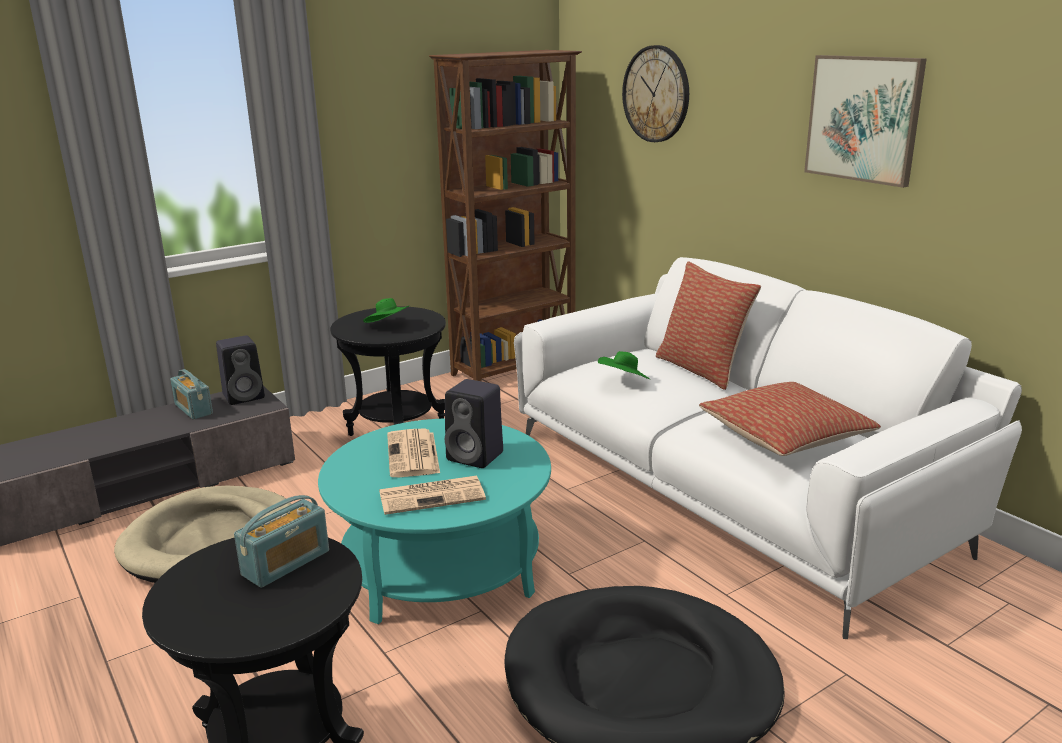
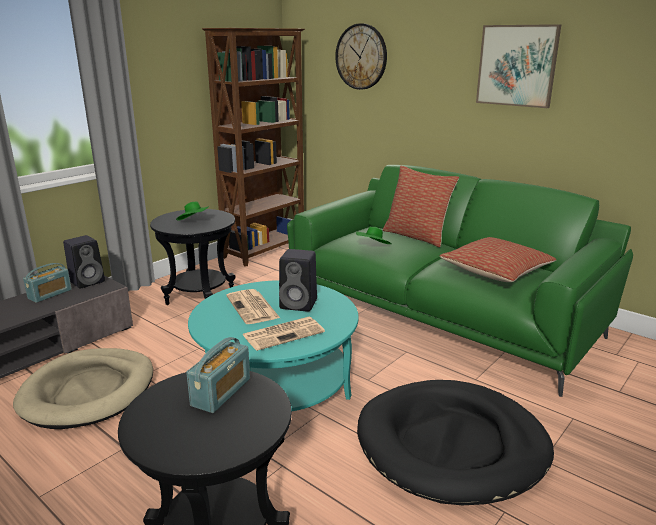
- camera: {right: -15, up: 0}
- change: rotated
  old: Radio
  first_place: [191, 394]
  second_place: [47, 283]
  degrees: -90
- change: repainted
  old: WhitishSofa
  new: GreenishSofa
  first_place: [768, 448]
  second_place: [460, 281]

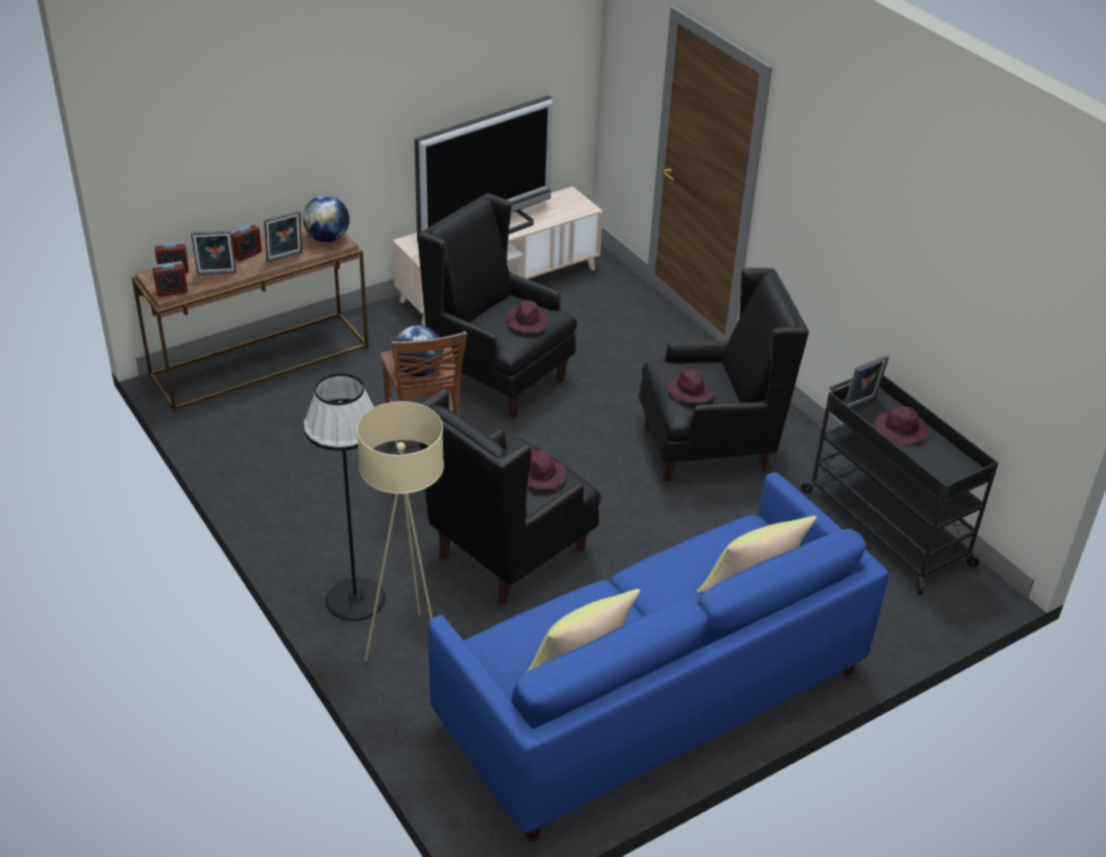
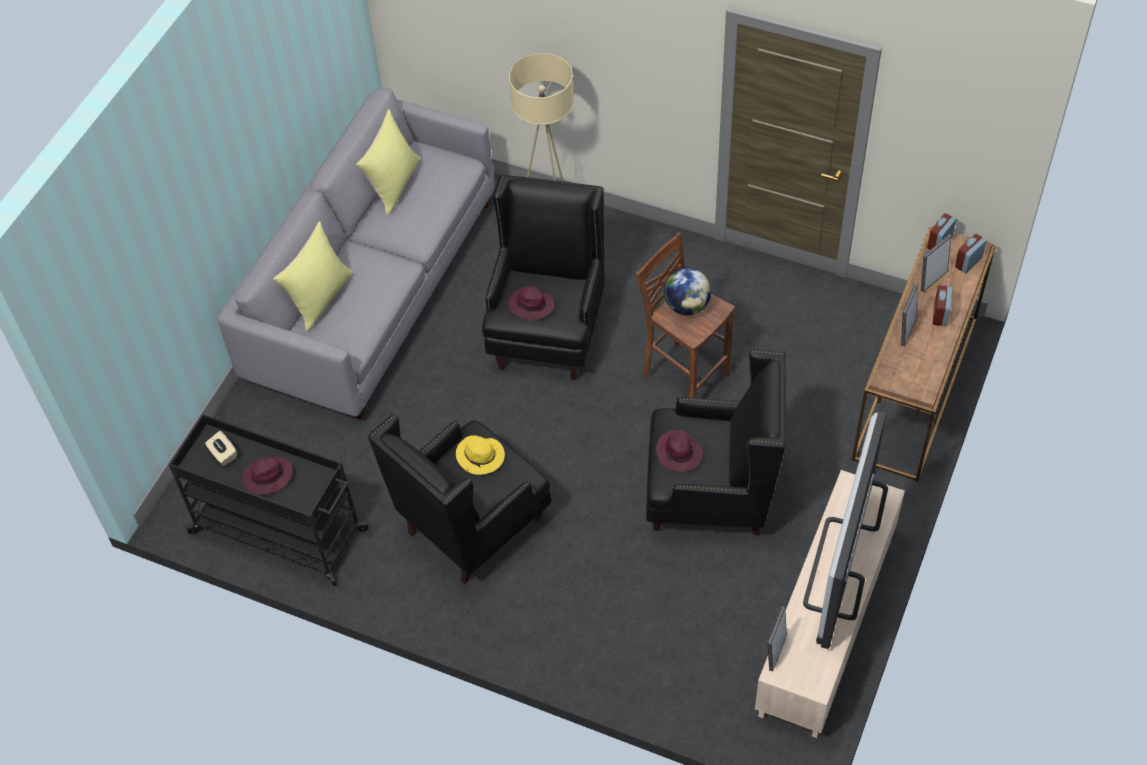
- camera: {right: 150, up: 15}
- change: new
  new: BeigeColouredBoxOfTissues
  second_place: [221, 448]
- change: repainted
  old: BluishSofa
  new: GreySofa
  first_place: [658, 656]
  second_place: [356, 254]
- change: repainted
  old: PurplishHat
  new: YellowishHat
  first_place: [690, 386]
  second_place: [480, 455]
- change: shifted
  old: StandingFrame
  first_place: [867, 381]
  second_place: [777, 639]
- change: gone
  old: WorldGlobe
  first_place: [326, 219]
- change: gone
  old: BlackColouredFloorLamp
  first_place: [344, 497]

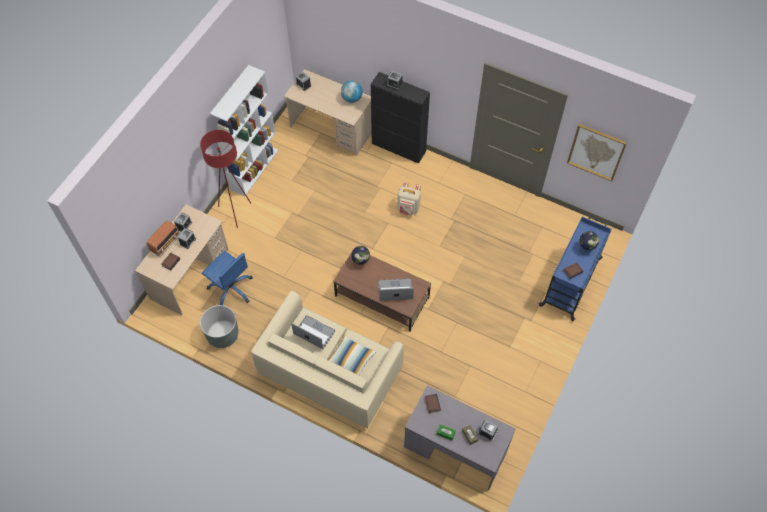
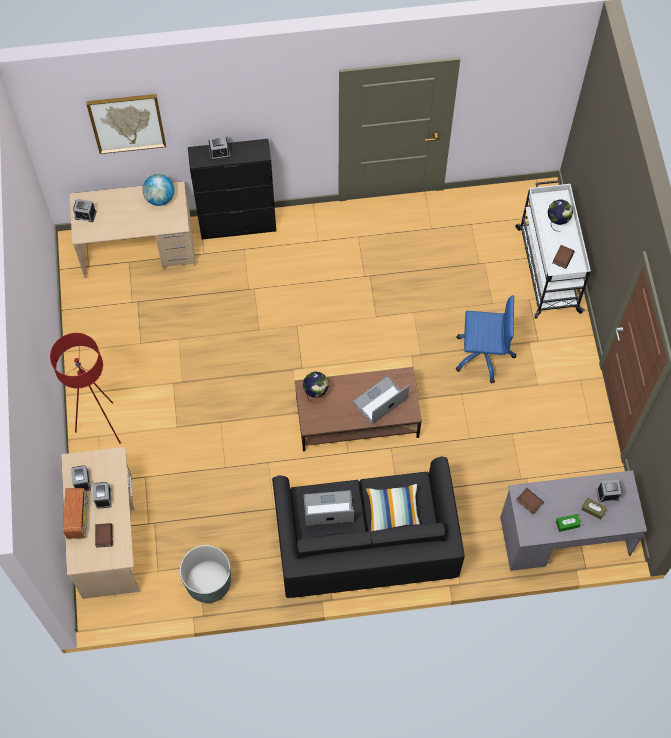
- camera: {right: -35, up: 5}
- change: shifted
  old: WallPicture
  first_place: [597, 152]
  second_place: [126, 124]
- change: repainted
  old: BeigeColouredSofa
  new: BlackColouredSofa
  first_place: [327, 360]
  second_place: [368, 527]
- change: shifted
  old: BluishDeskChair
  first_place: [227, 278]
  second_place: [485, 339]
- change: repainted
  old: BluishTrolley
  new: WhitishTrolley
  first_place: [575, 269]
  second_place: [553, 249]
- change: gone
  old: WhitishBookshelf
  first_place: [244, 130]
- change: gone
  old: BeigeColouredKnapsack
  first_place: [409, 199]

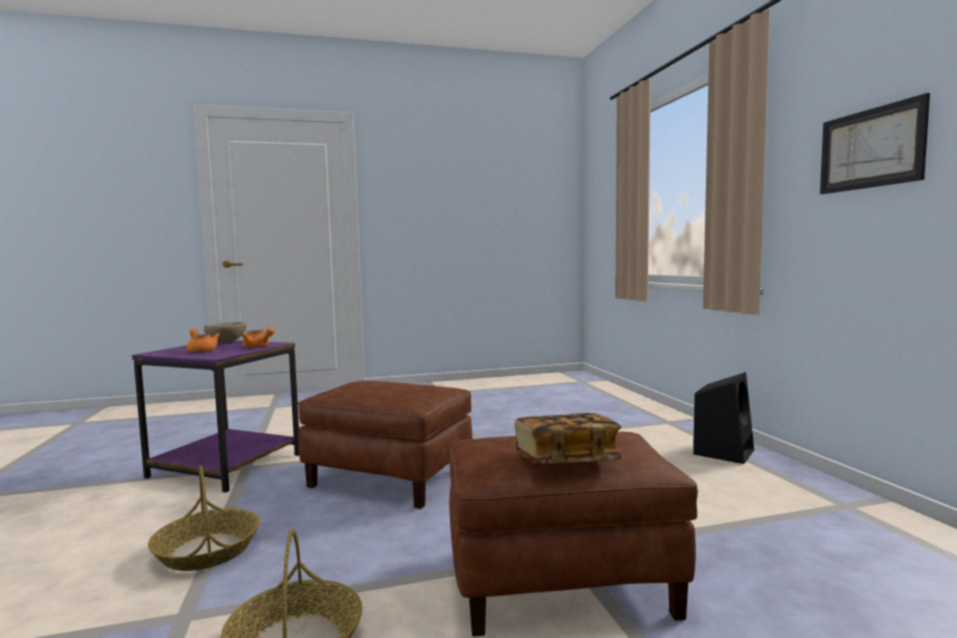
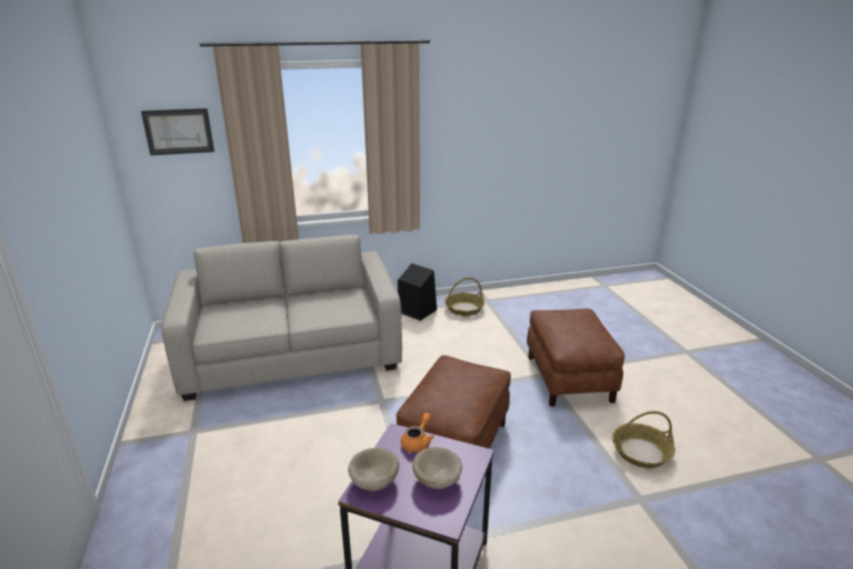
- camera: {right: -90, up: 20}
- change: shifted
  old: WallPicture
  first_place: [875, 143]
  second_place: [177, 132]
- change: new
  new: BeigeColouredSofa
  second_place: [282, 318]
- change: swapped
  old: OrangeTeaPot
  new: BeigeColouredBowl
  first_place: [203, 340]
  second_place: [437, 468]
- change: shifted
  old: Basket
  first_place: [204, 518]
  second_place: [465, 296]
- change: gone
  old: Book
  first_place: [567, 438]

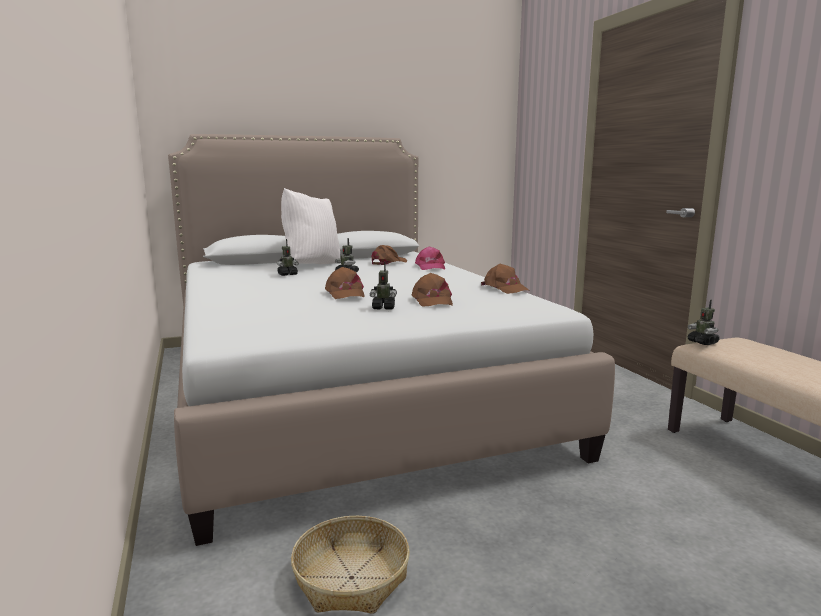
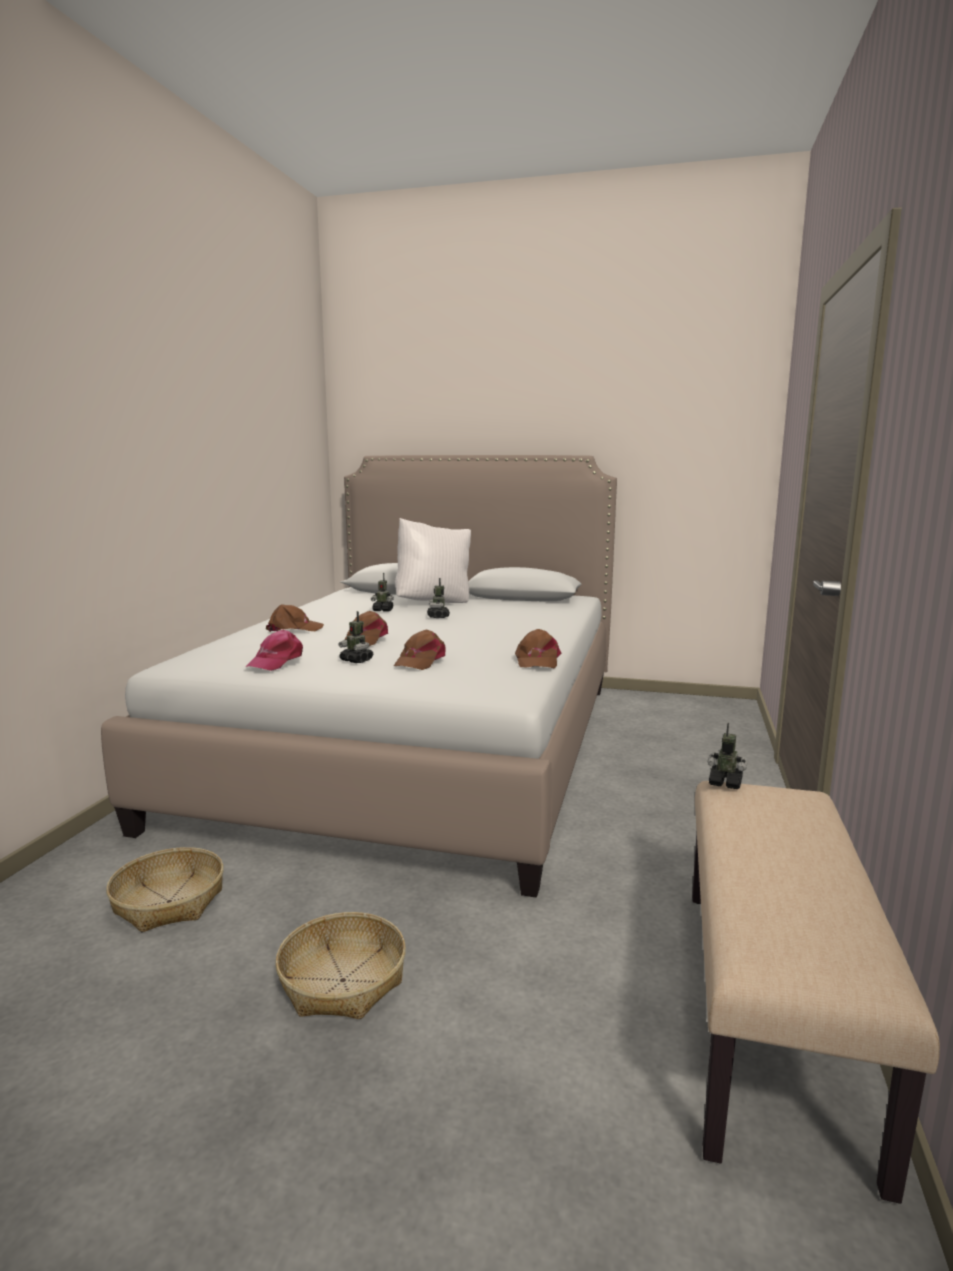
- camera: {right: 35, up: 0}
- change: shifted
  old: PinkBaseballCap
  first_place: [430, 258]
  second_place: [274, 650]
- change: shifted
  old: BrownishBaseballCap
  first_place: [389, 255]
  second_place: [295, 618]
- change: new
  new: Basket
  second_place: [340, 965]
- change: rotated
  old: RobotFigure
  first_place: [704, 322]
  second_place: [727, 756]
  degrees: 105

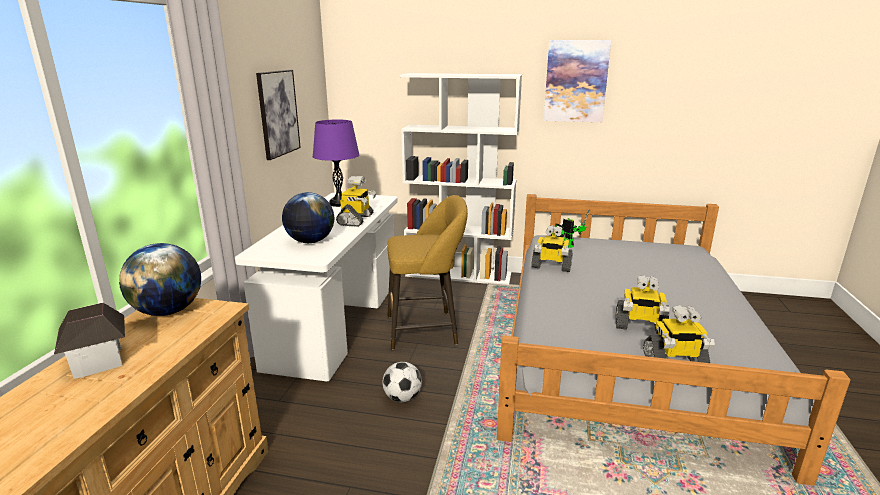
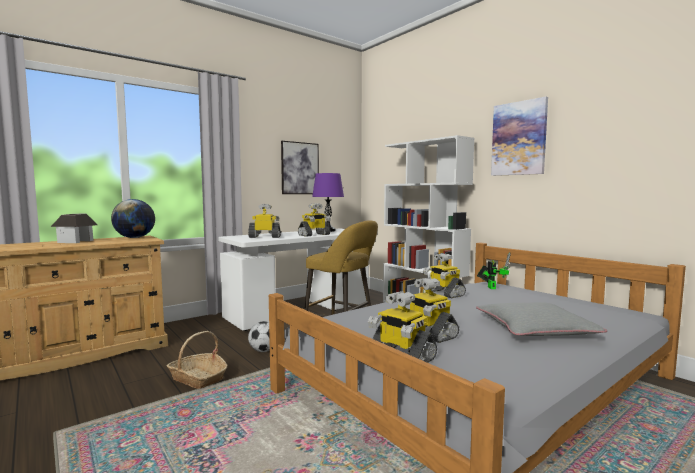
- camera: {right: 40, up: -15}
- change: new
  new: Basket
  second_place: [197, 360]
- change: swapped
  old: WorldGlobe
  new: RobotFigure
  first_place: [308, 217]
  second_place: [264, 221]
- change: new
  new: GreyCushion
  second_place: [541, 319]

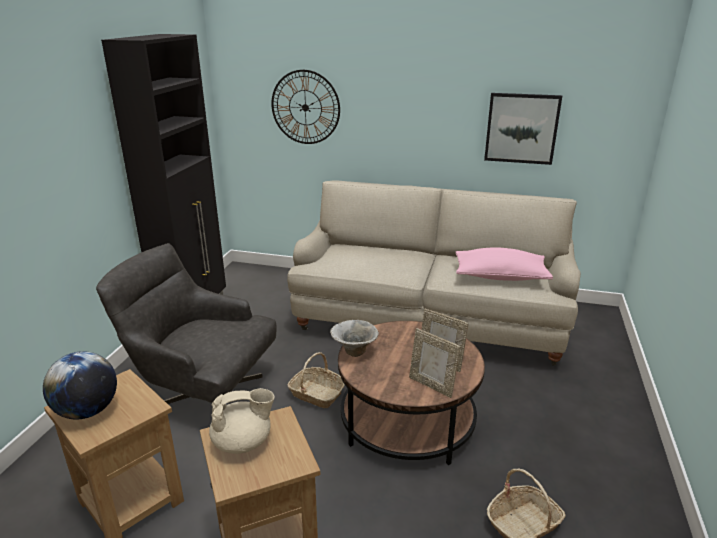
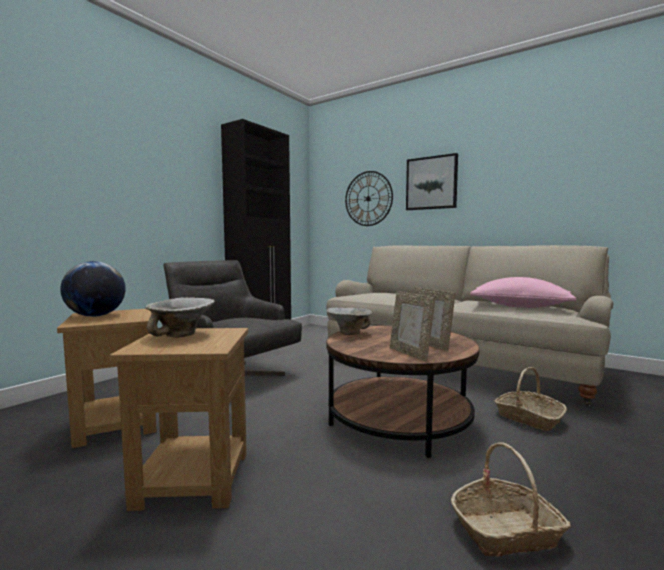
- camera: {right: 20, up: -20}
- change: swapped
  old: BeigeColouredTeaPot
  new: Bowl
  first_place: [241, 421]
  second_place: [180, 317]
- change: shifted
  old: WallPicture
  first_place: [523, 129]
  second_place: [432, 181]
- change: shifted
  old: Basket
  first_place: [316, 380]
  second_place: [531, 399]

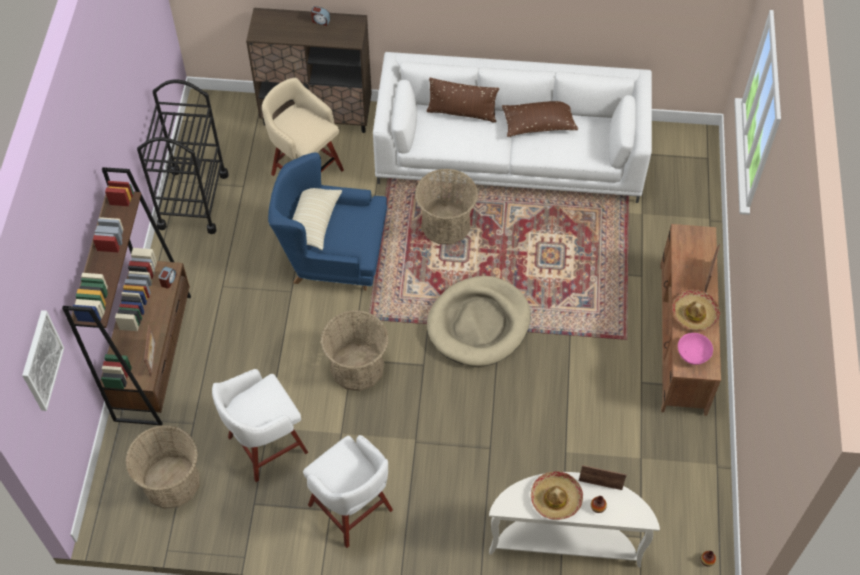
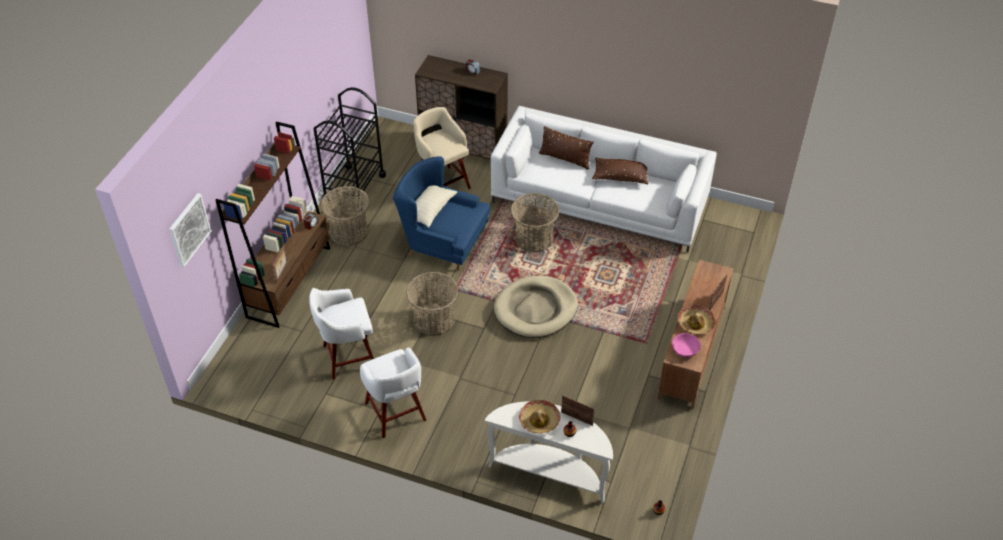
- camera: {right: 15, up: -10}
- change: shifted
  old: Basket
  first_place: [163, 467]
  second_place: [345, 216]

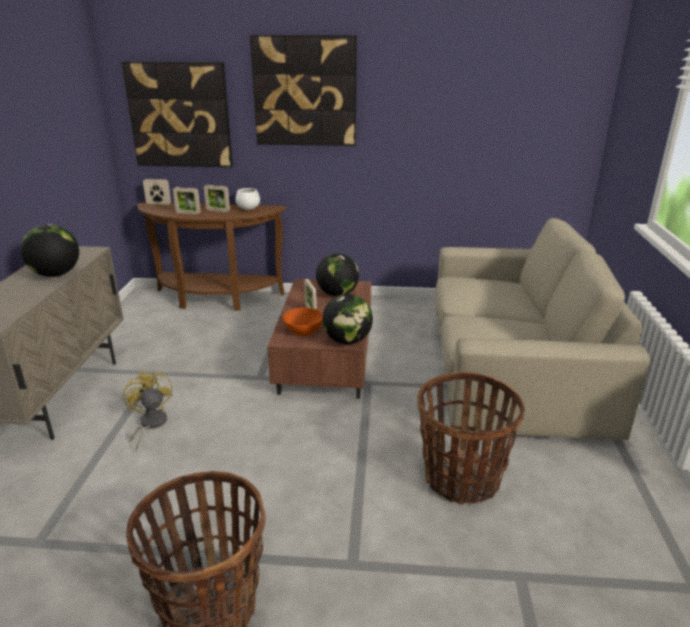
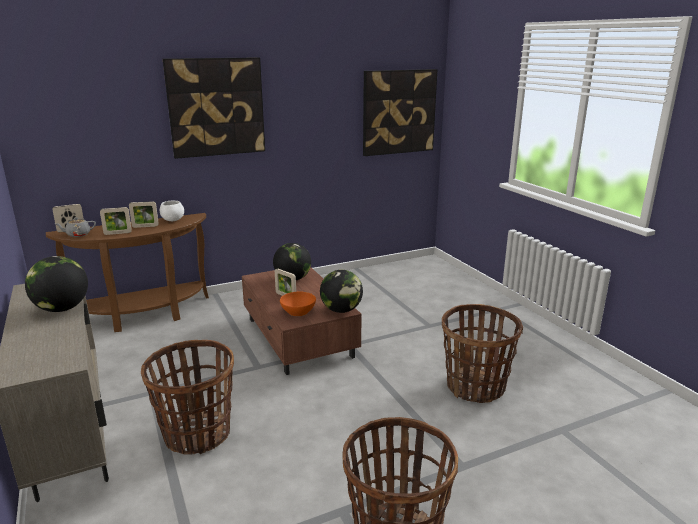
- camera: {right: -30, up: -5}
- change: new
  new: GreyTeaPot
  second_place: [76, 227]
- change: swapped
  old: YellowishCoolingFan
  new: Basket
  first_place: [148, 410]
  second_place: [187, 397]
- change: shifted
  old: WallPicture
  first_place: [177, 114]
  second_place: [400, 112]
- change: gone
  old: BeigeColouredSofa
  first_place: [542, 329]

